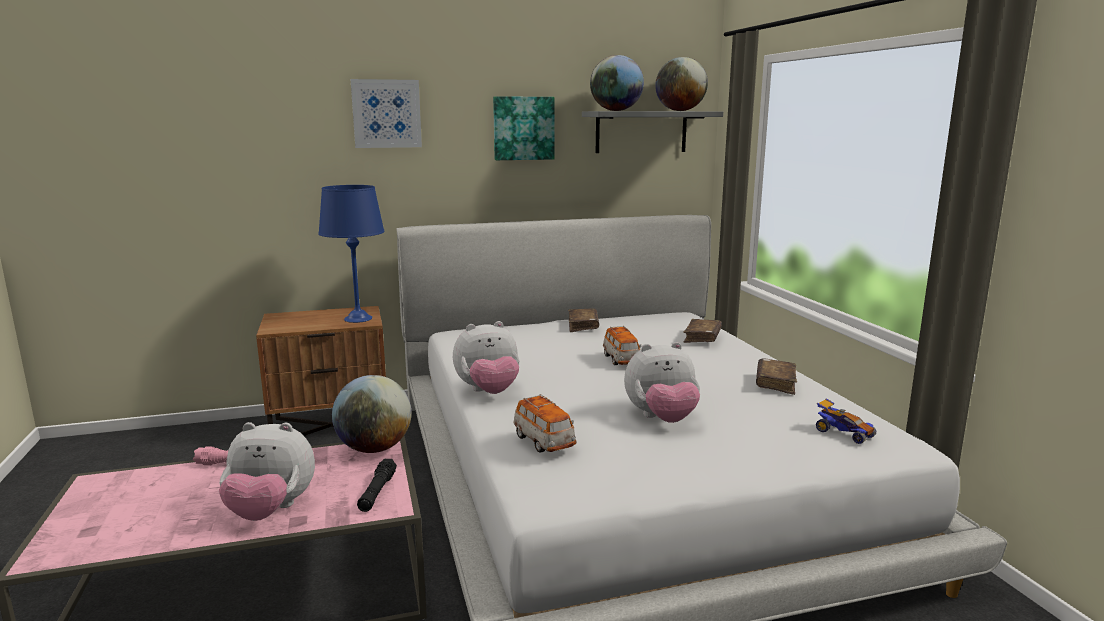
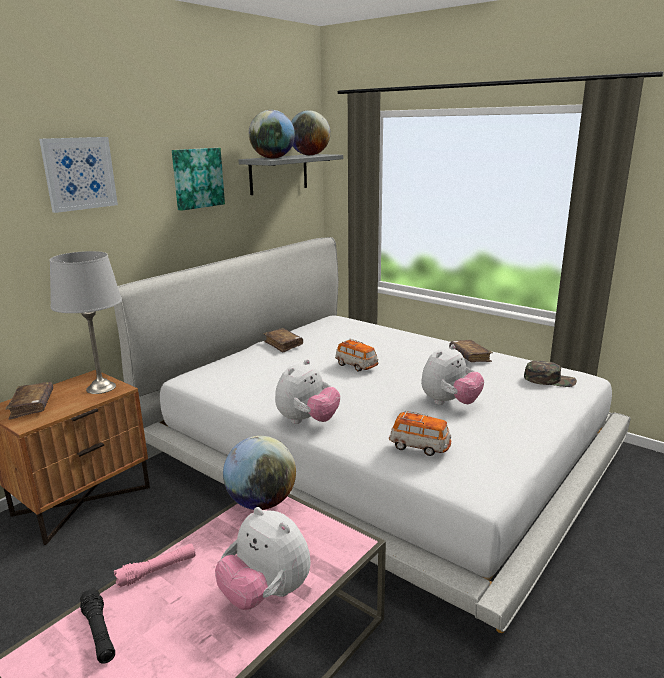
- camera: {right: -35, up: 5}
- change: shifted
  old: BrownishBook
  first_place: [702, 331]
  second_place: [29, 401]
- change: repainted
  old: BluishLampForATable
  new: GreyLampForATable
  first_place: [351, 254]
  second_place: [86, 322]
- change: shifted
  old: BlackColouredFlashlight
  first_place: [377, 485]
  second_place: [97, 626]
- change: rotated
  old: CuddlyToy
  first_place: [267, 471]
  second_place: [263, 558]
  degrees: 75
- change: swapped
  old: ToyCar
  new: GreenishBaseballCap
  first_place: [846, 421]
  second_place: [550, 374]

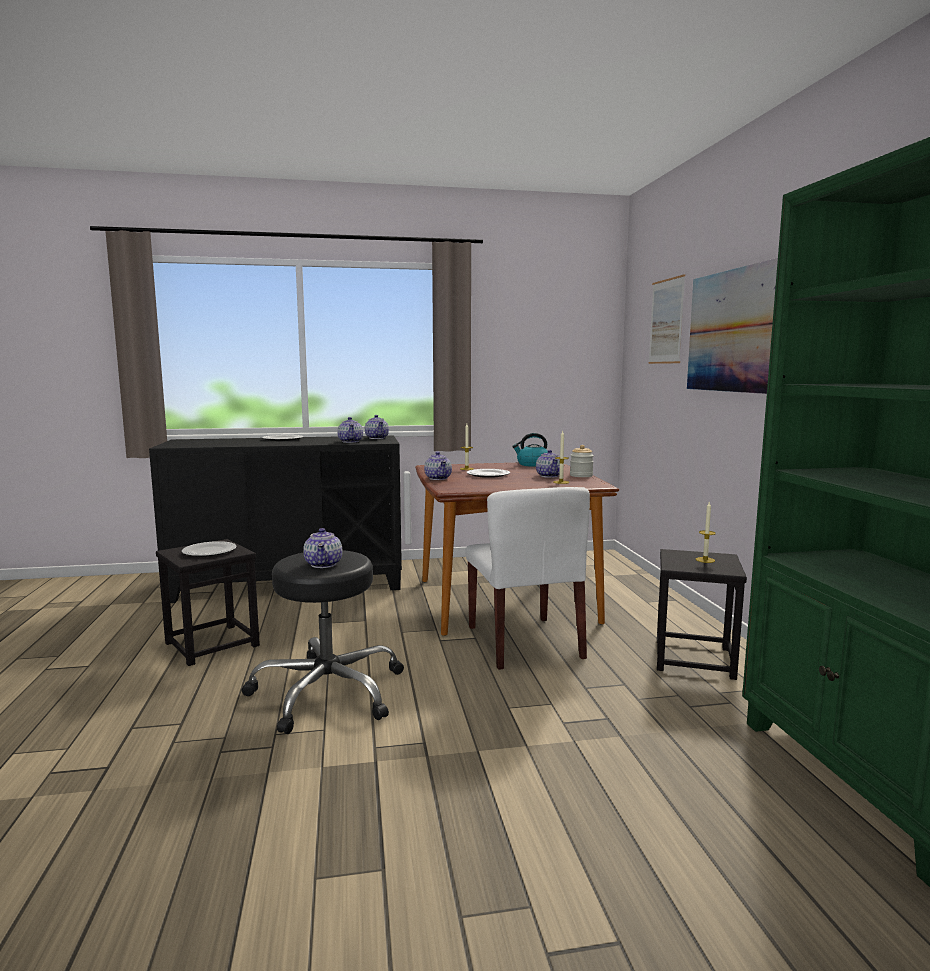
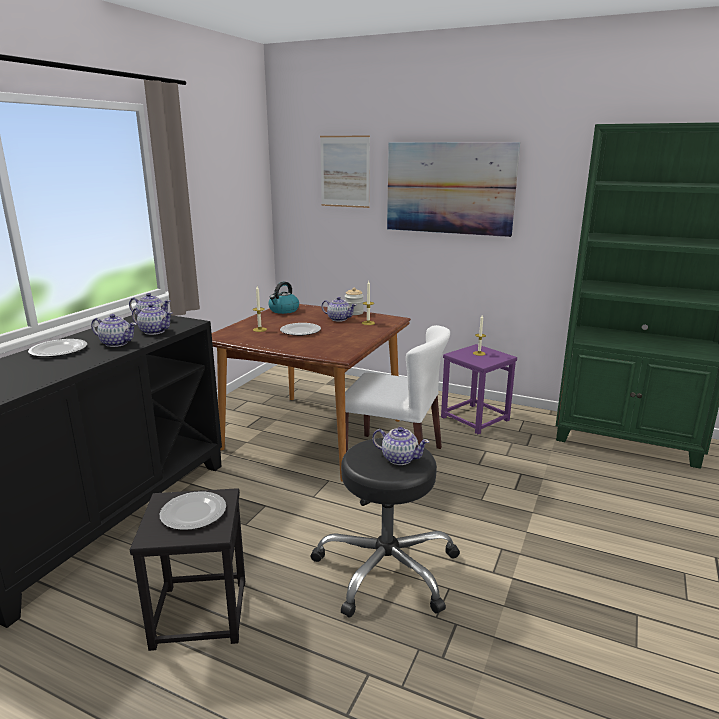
- camera: {right: -55, up: 10}
- change: shifted
  old: TeaPot
  first_place: [438, 466]
  second_place: [113, 330]
- change: repainted
  old: BlackColouredSittingStool
  new: PurplishSittingStool
  first_place: [702, 614]
  second_place: [479, 389]

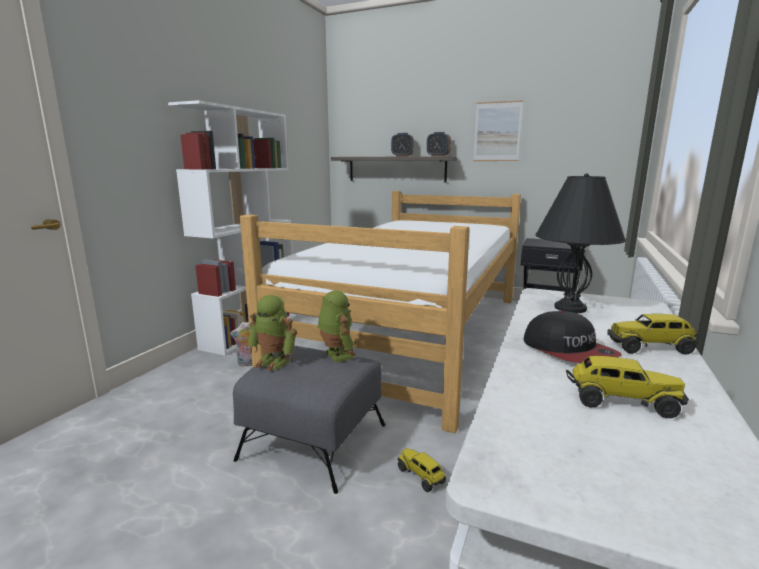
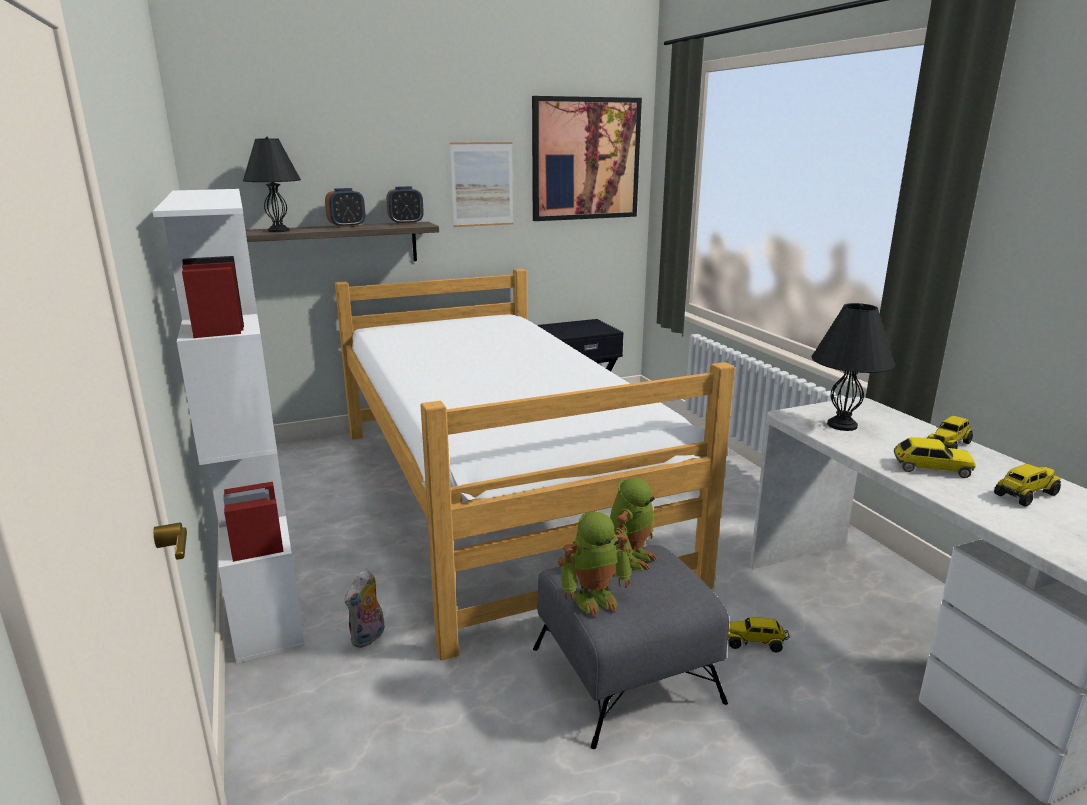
- camera: {right: -45, up: 5}
- change: new
  new: BlackColouredLampForATable
  second_place: [272, 184]
- change: new
  new: WallPicture
  second_place: [587, 158]
- change: rotated
  old: RobotFigure
  first_place: [337, 326]
  second_place: [633, 524]
  degrees: 105
- change: swapped
  old: BaseballCap
  new: ToyCar
  first_place: [573, 337]
  second_place: [935, 457]

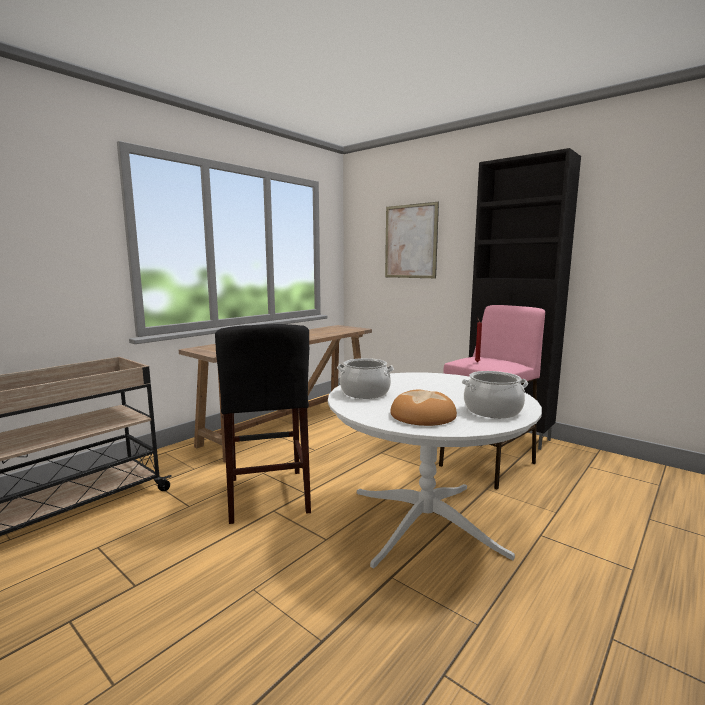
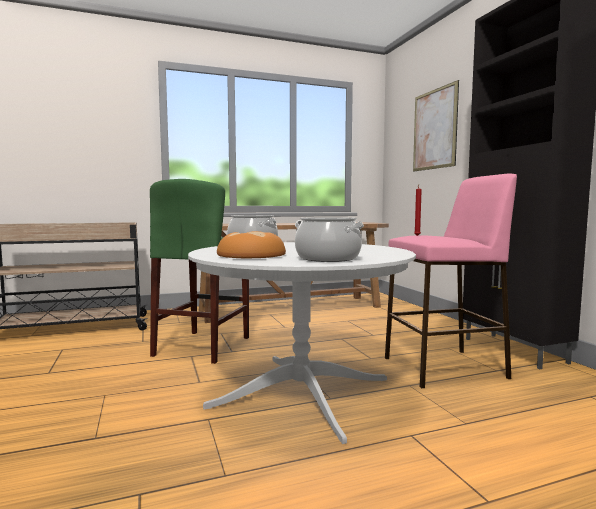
- camera: {right: 30, up: -5}
- change: repainted
  old: BlackColouredSittingStool
  new: GreenishSittingStool
  first_place: [263, 424]
  second_place: [199, 271]

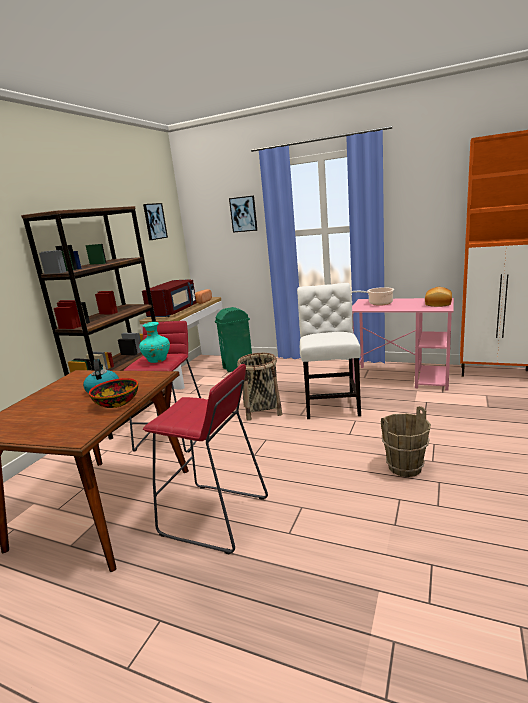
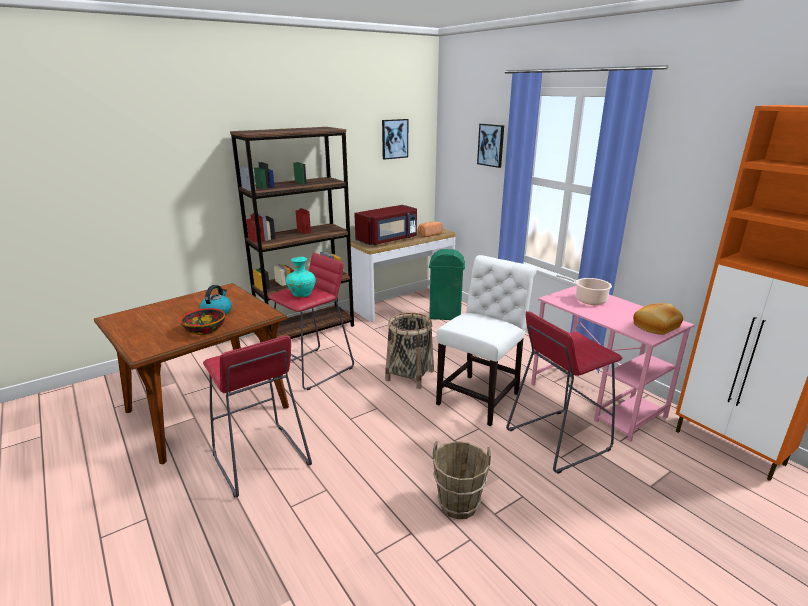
- camera: {right: 30, up: 5}
- change: new
  new: RedSittingStool
  second_place: [564, 392]

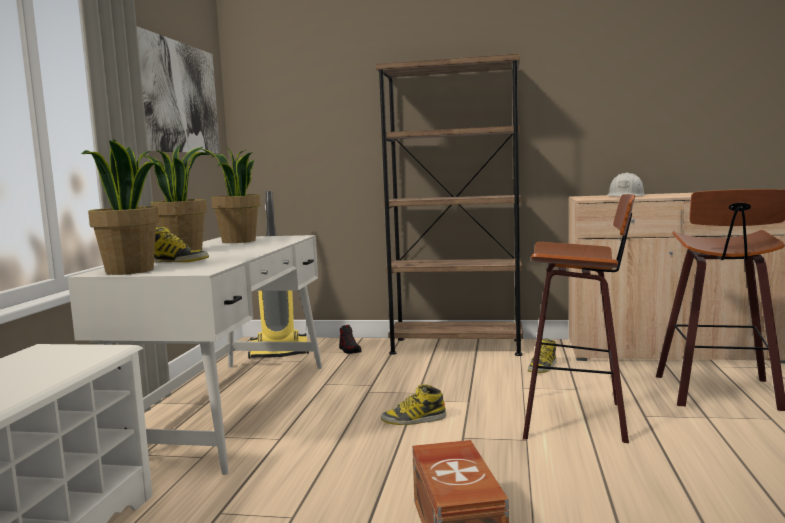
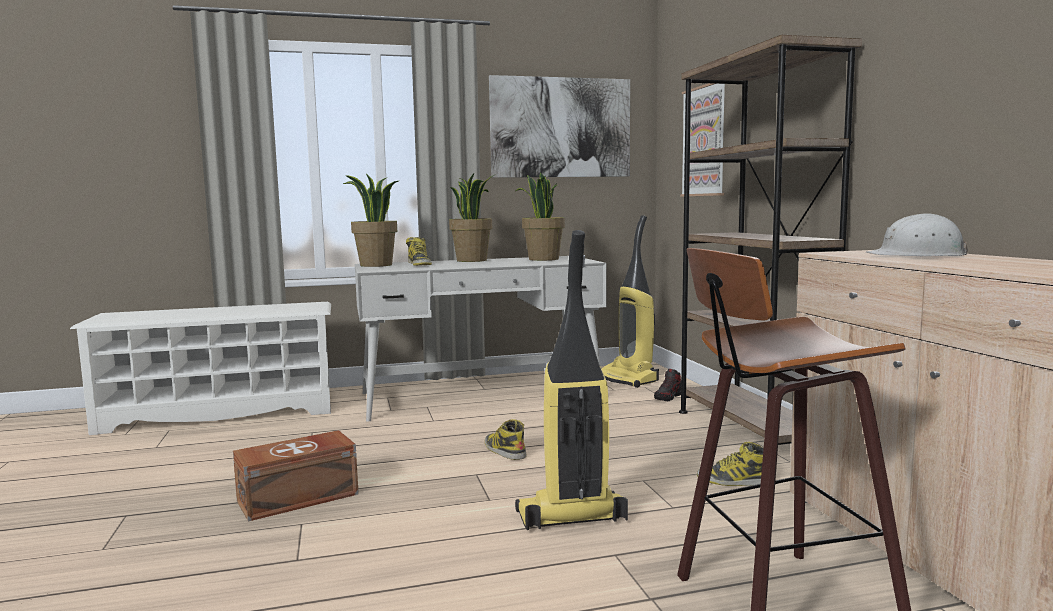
- camera: {right: 65, up: 0}
- change: swapped
  old: SittingStool
  new: Vacuum
  first_place: [579, 318]
  second_place: [571, 380]
- change: new
  new: WallPicture
  second_place: [702, 140]

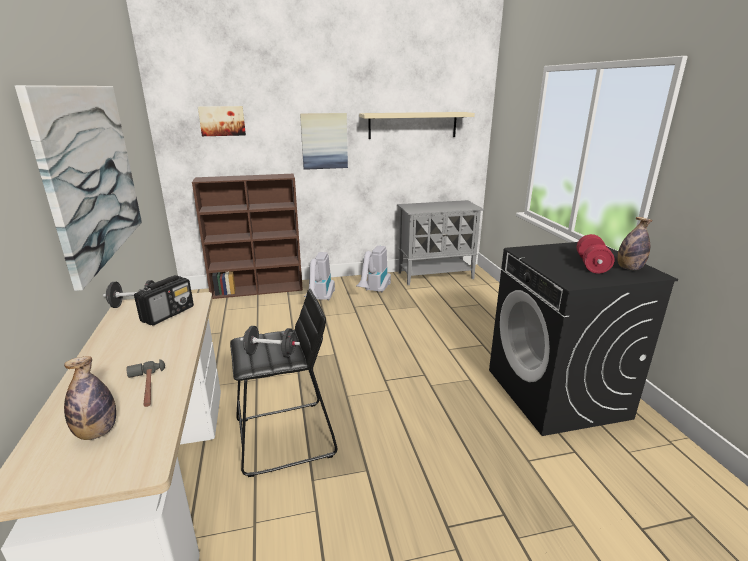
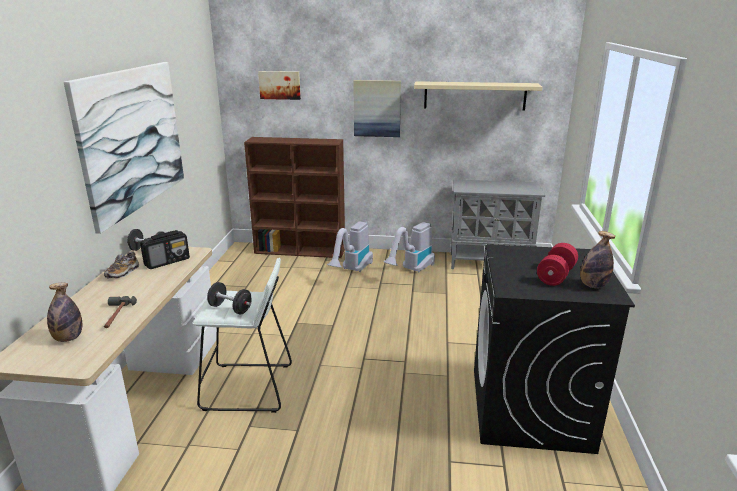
- camera: {right: 20, up: 0}
- change: new
  new: ItemOfFootwear
  second_place: [121, 265]
- change: repainted
  old: BlackColouredSittingStool
  new: WhitishSittingStool
  first_place: [283, 383]
  second_place: [242, 335]

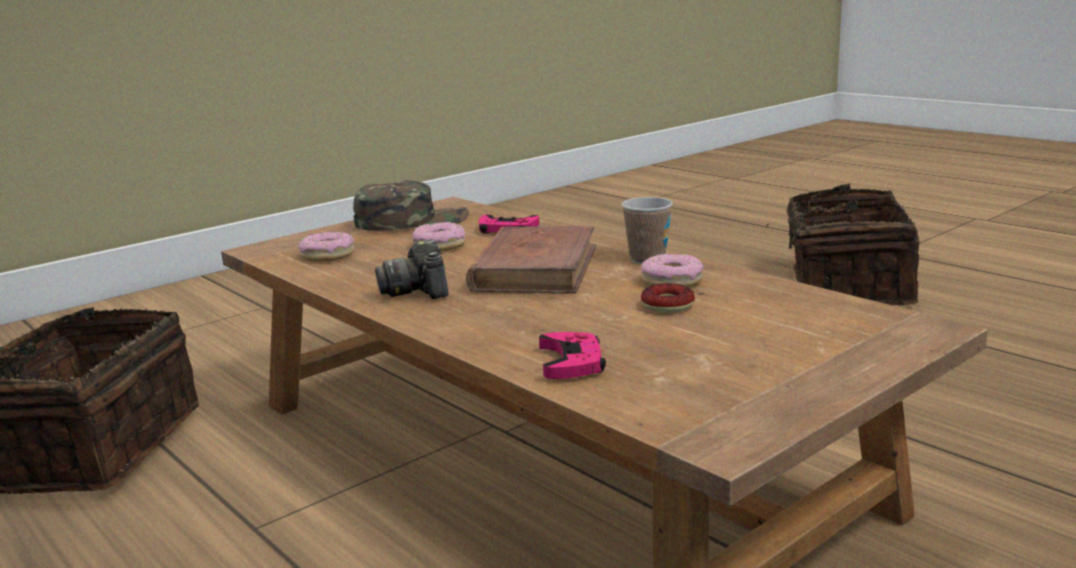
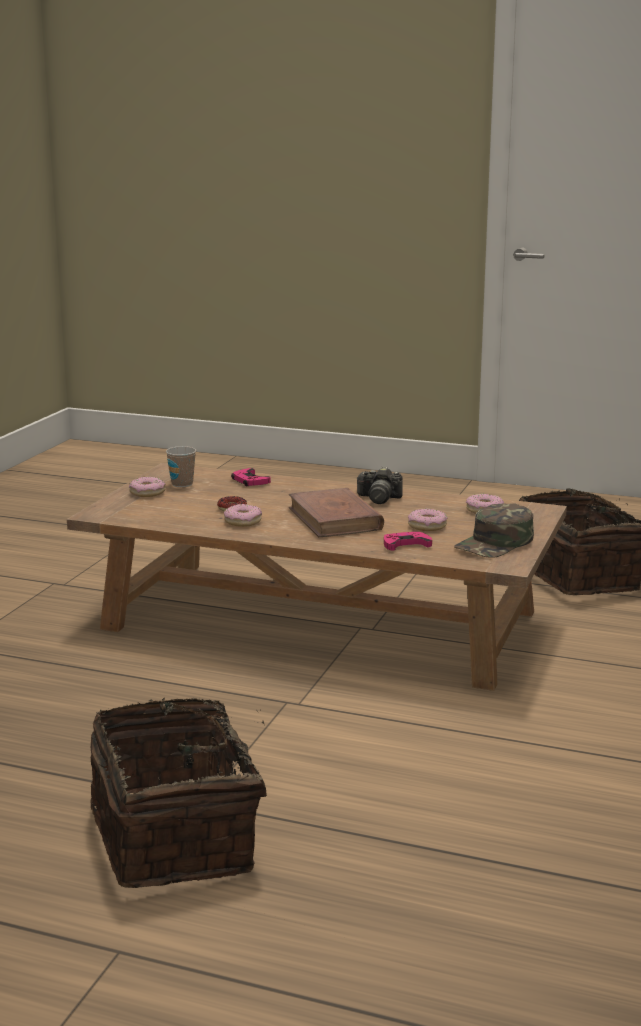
- camera: {right: 150, up: 0}
- change: new
  new: RingDoughnut
  second_place: [147, 487]
- change: shifted
  old: DrinkingCup
  first_place: [647, 230]
  second_place: [181, 466]
- change: rotated
  old: StillCamera
  first_place: [411, 269]
  second_place: [379, 485]
  degrees: 150

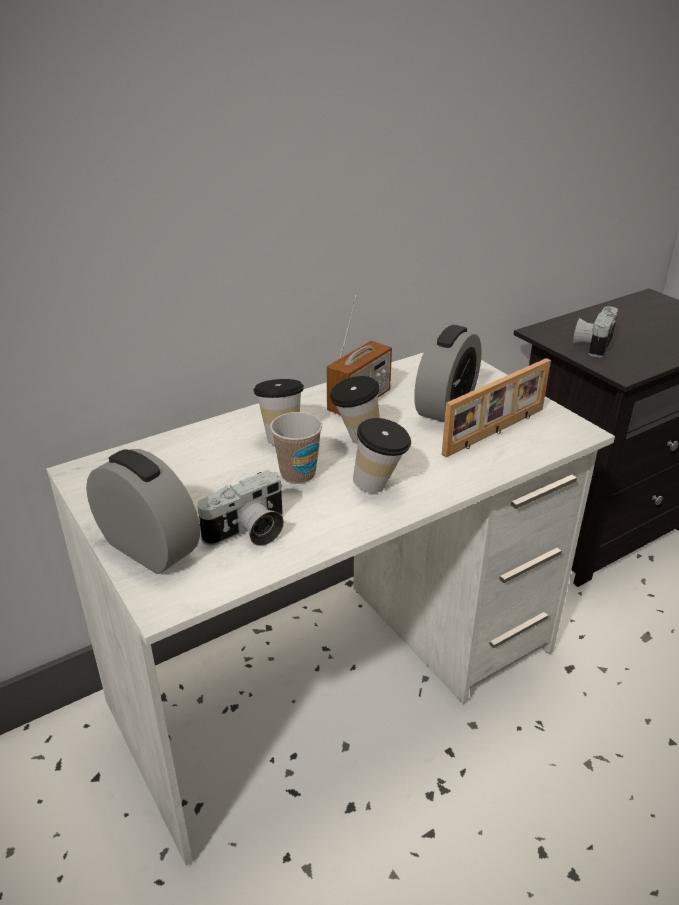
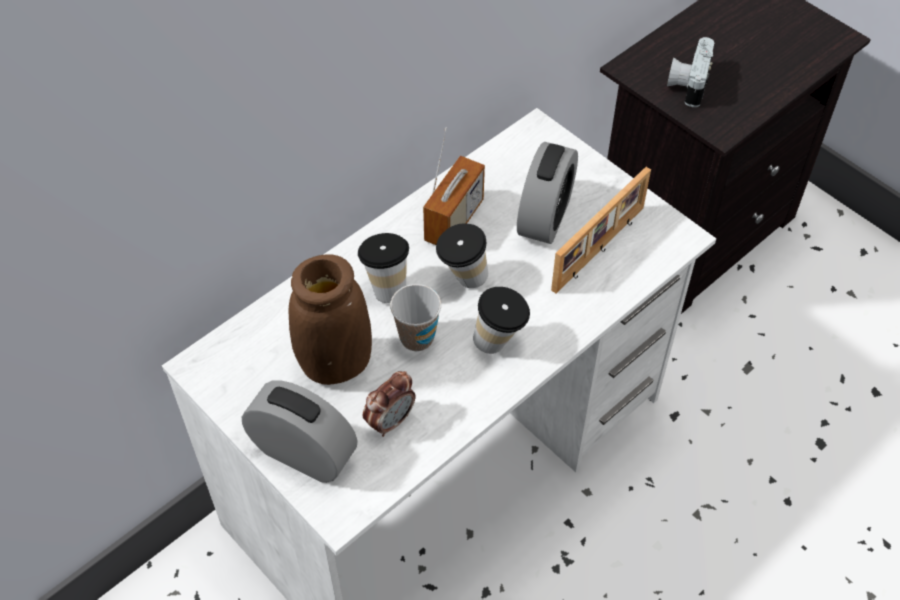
- camera: {right: -10, up: 20}
- change: new
  new: BrownishFlowerVase
  second_place: [330, 319]
- change: swapped
  old: StillCamera
  new: TableClock
  first_place: [240, 508]
  second_place: [389, 404]

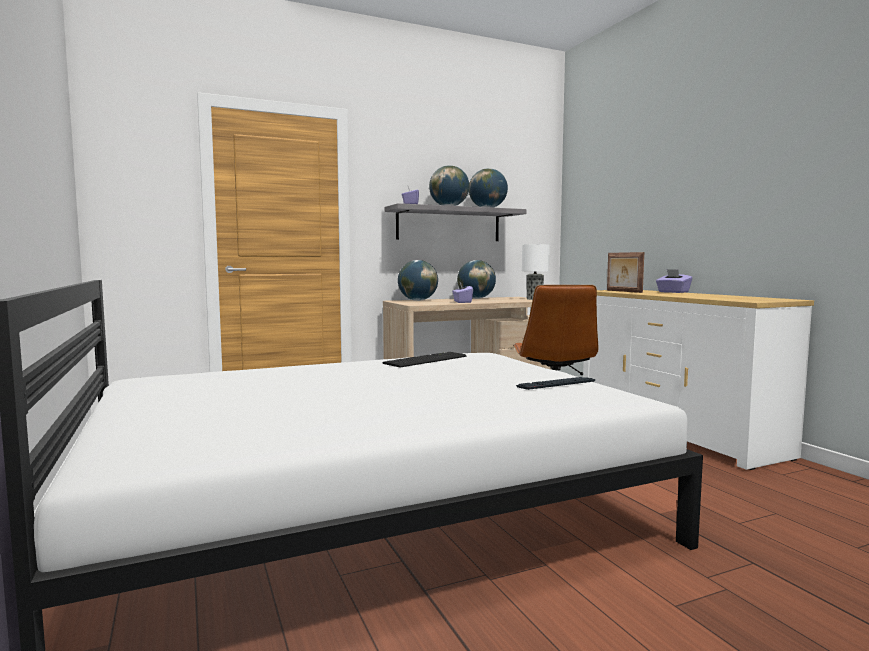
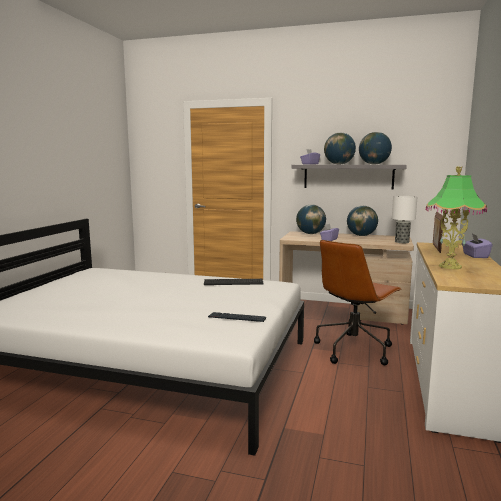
- camera: {right: 40, up: 5}
- change: new
  new: LampForATable
  second_place: [456, 218]

